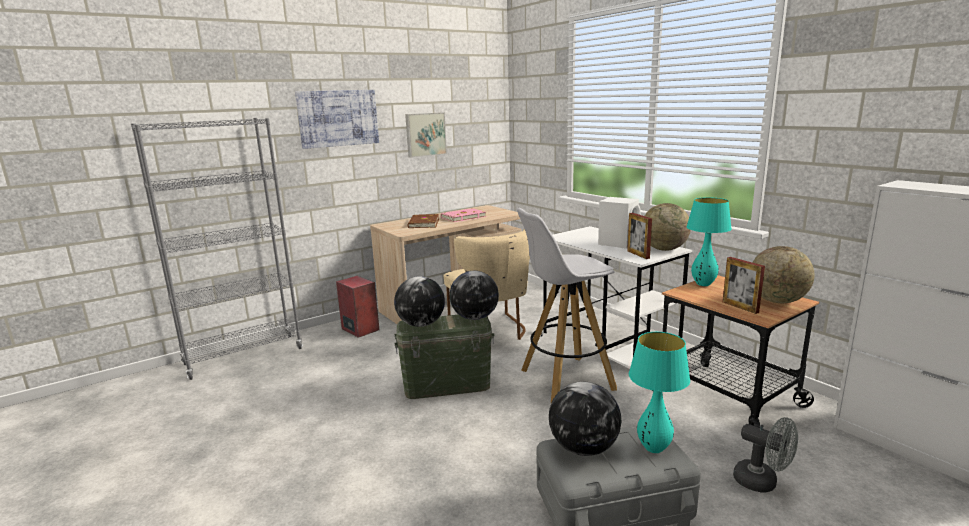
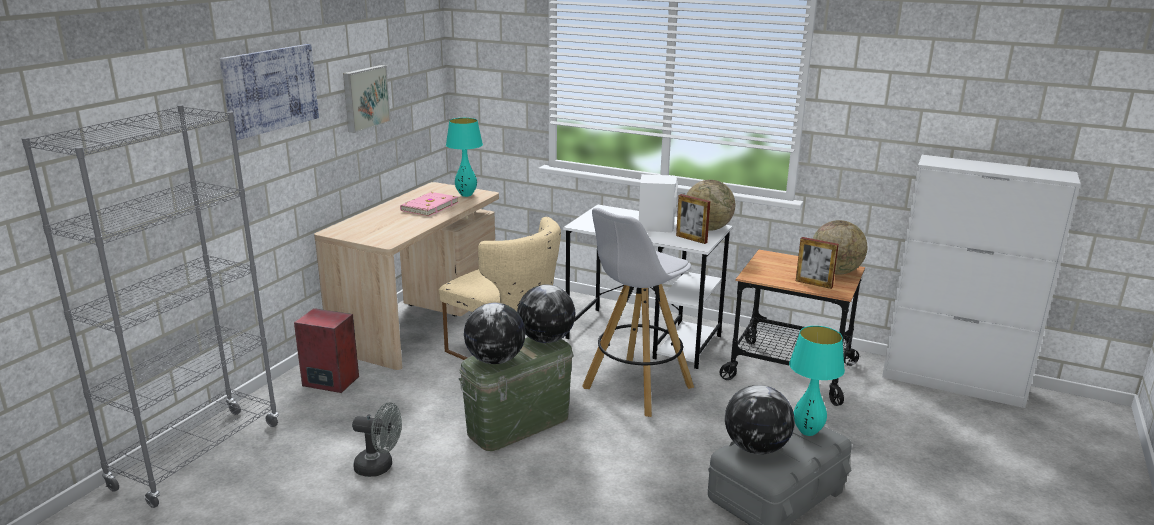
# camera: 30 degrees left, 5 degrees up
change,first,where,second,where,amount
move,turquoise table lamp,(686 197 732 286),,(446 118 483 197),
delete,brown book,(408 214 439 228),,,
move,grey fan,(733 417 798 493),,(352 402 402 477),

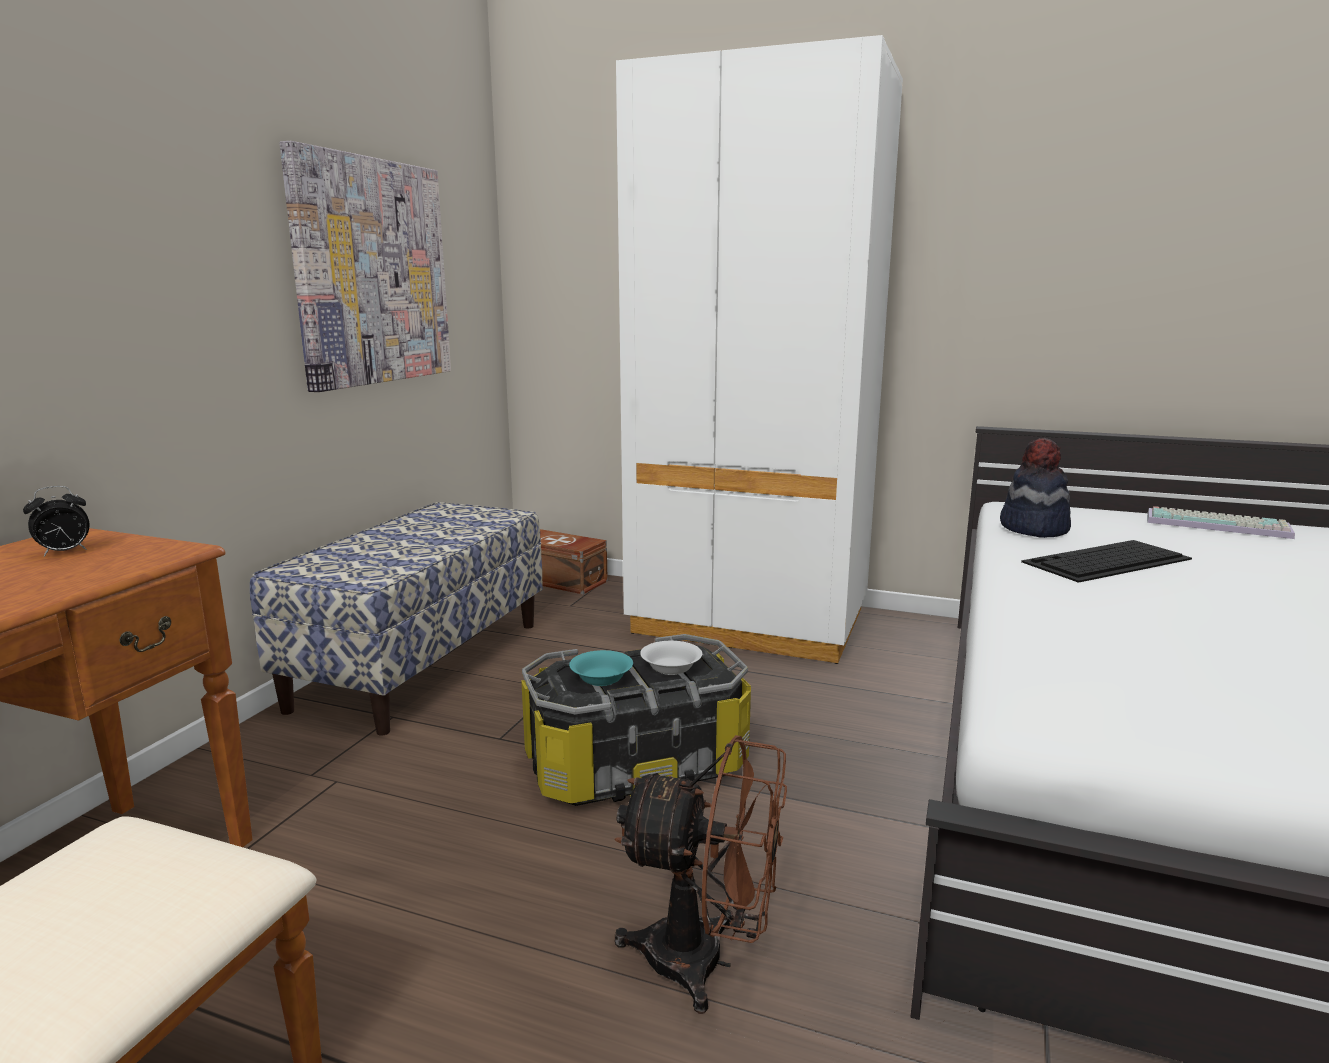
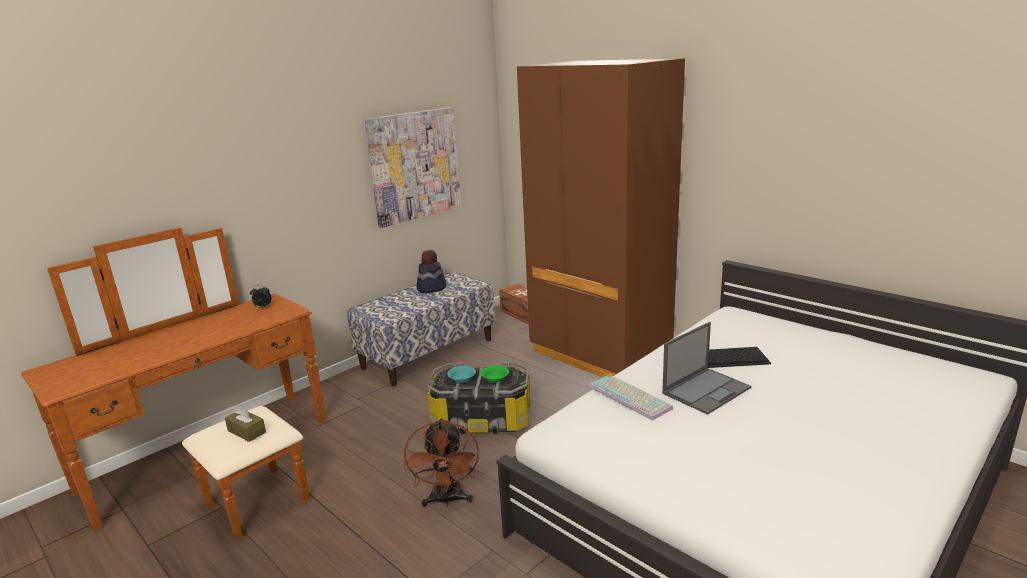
# camera: 25 degrees right, 5 degrees up
change,first,where,second,where,amount
recolor,white wardrobe,(616 35 903 664),brown wardrobe,(517 58 685 377),
move,hat,(1000 438 1071 538),,(417 250 446 293),
move,keyboard,(1147 506 1295 539),,(589 374 673 421),
recolor,white bowl,(640 641 702 675),green bowl,(481 365 509 383),
rotate,brown fan,(614 735 787 1014),,(404 418 479 507),45 degrees clockwise
insert,,,laptop,(662 322 752 415),
insert,,,brown tissue box,(225 405 266 442),

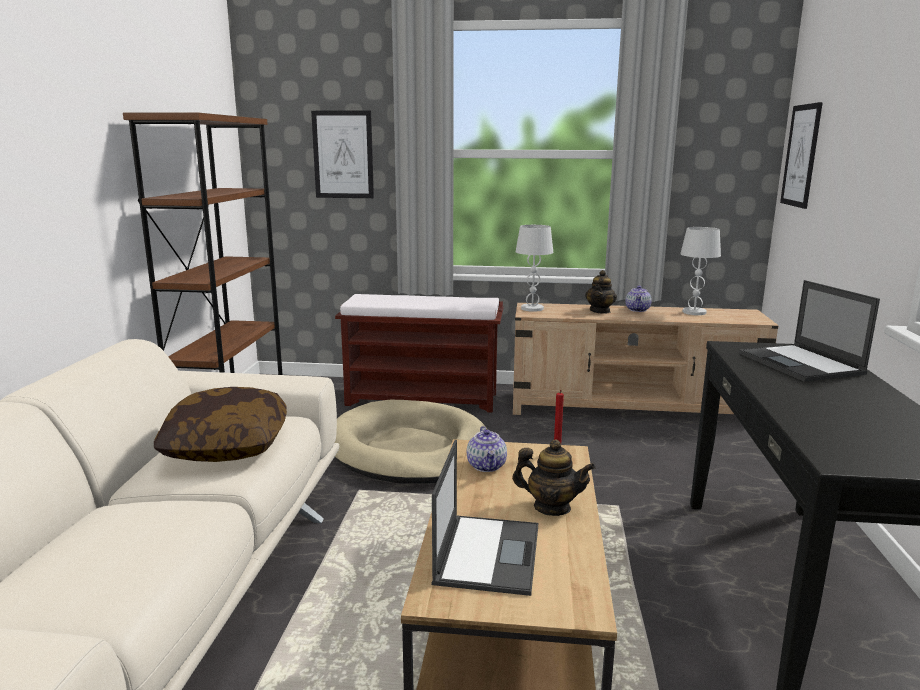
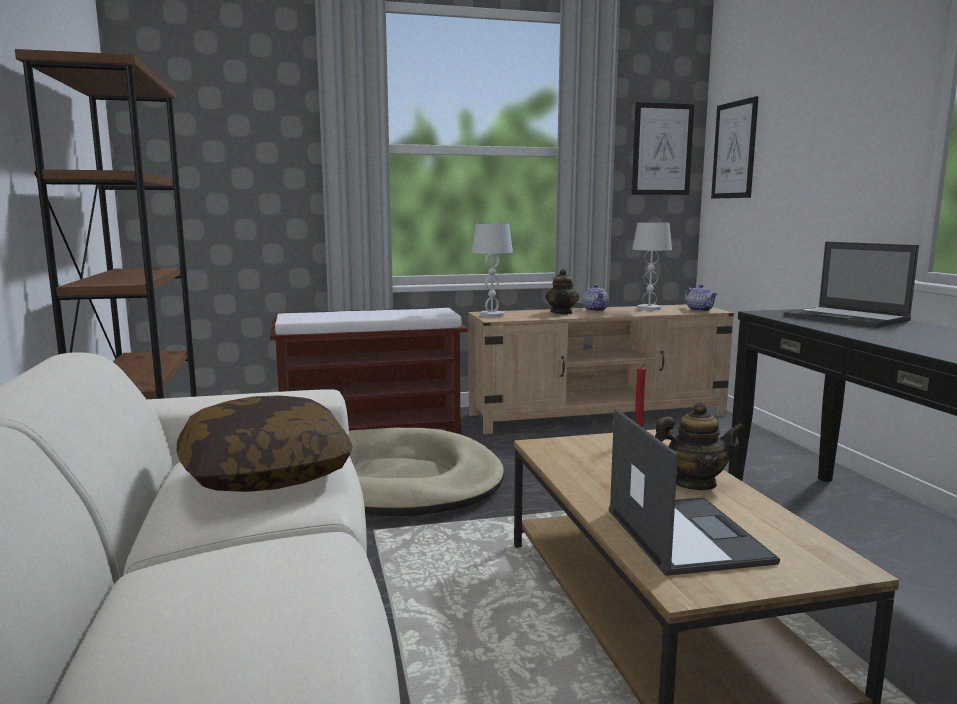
# camera: 20 degrees left, 5 degrees down
change,first,where,second,where,amount
move,picture,(311 111 374 198),,(632 102 694 195),
move,teapot,(467 426 507 472),,(684 284 718 312),

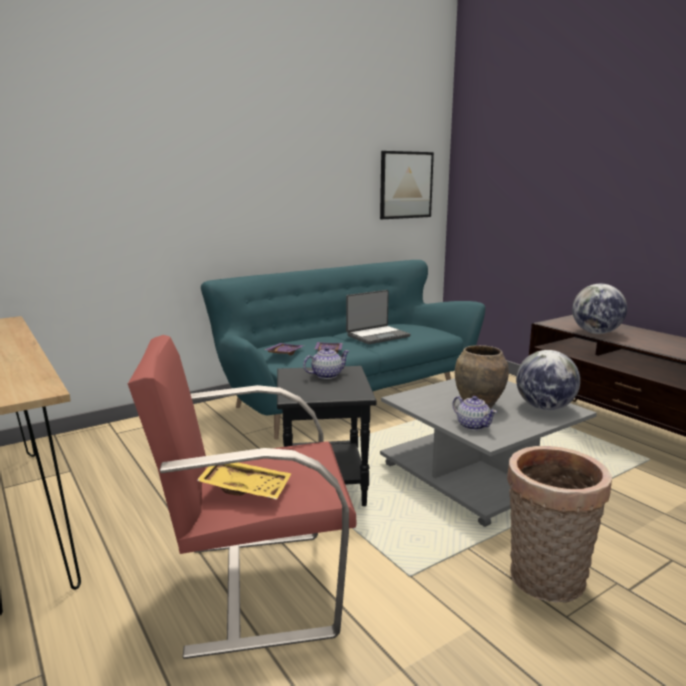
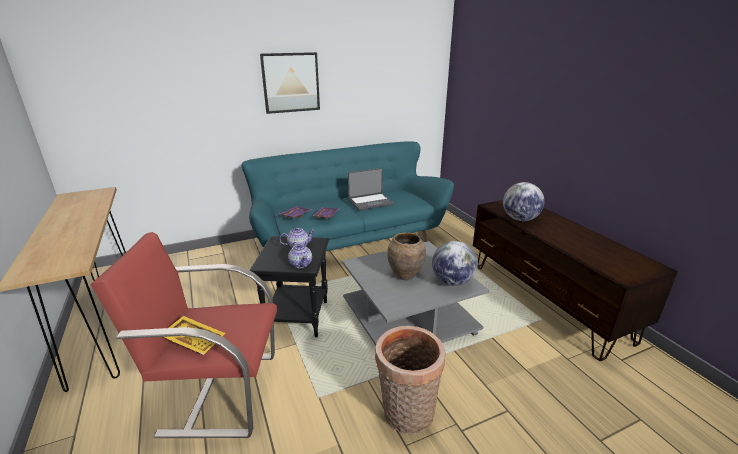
# camera: 10 degrees right, 10 degrees up
change,first,where,second,where,amount
move,picture,(380 151 434 219),,(260 52 320 114),
move,teapot,(452 396 497 431),,(288 242 312 268),

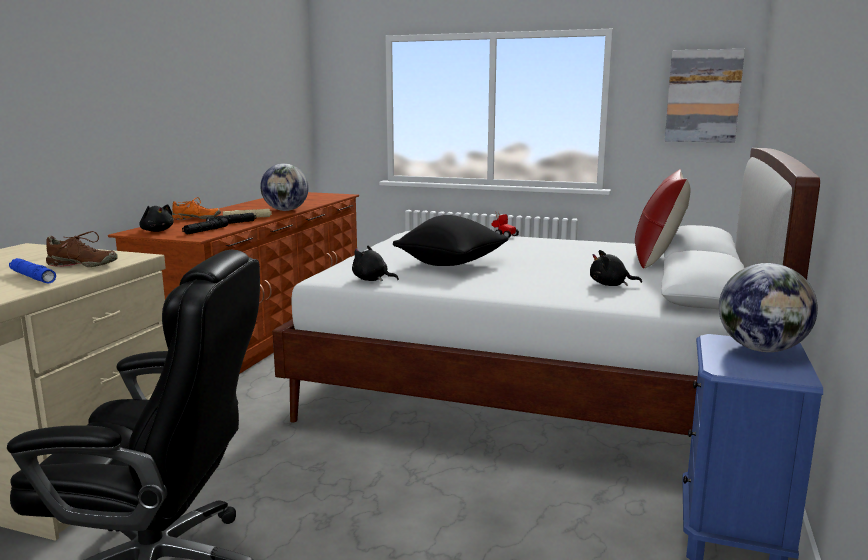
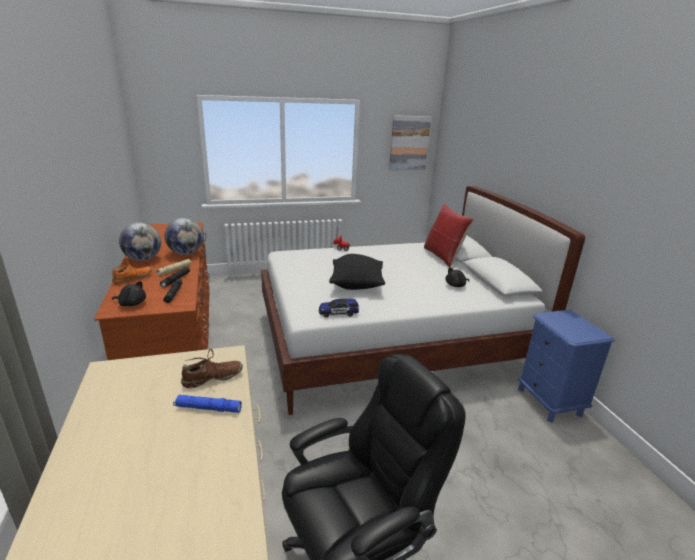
# camera: 35 degrees left, 10 degrees up
change,first,where,second,where,amount
replace,black plush toy,(352 245 399 281),toy car,(319 299 359 317),
move,globe,(719 263 818 352),,(119 223 161 261),

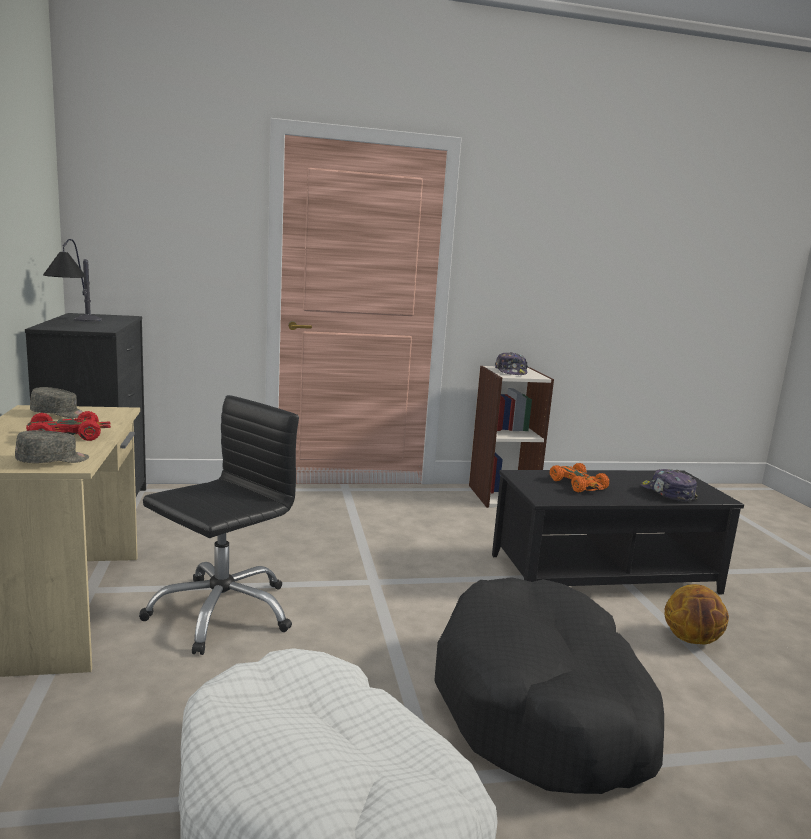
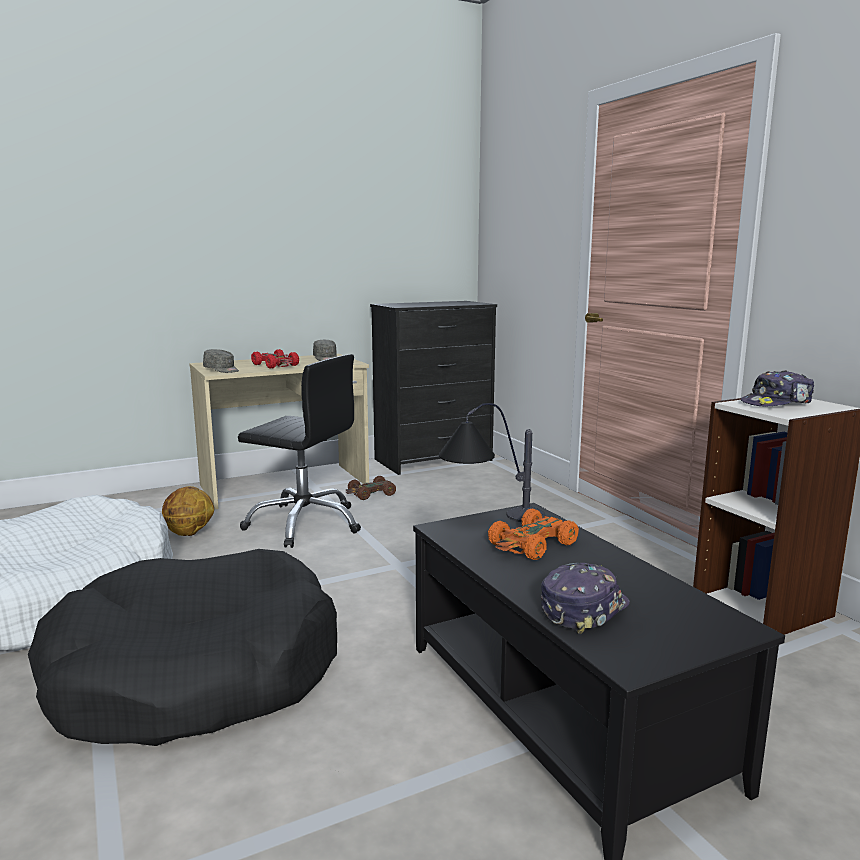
# camera: 75 degrees right, 0 degrees up
change,first,where,second,where,amount
move,table lamp,(43 239 102 322),,(439 403 545 522),
move,basketball,(665 584 729 644),,(162 486 214 536),
insert,,,brown toy car,(346 476 396 500),

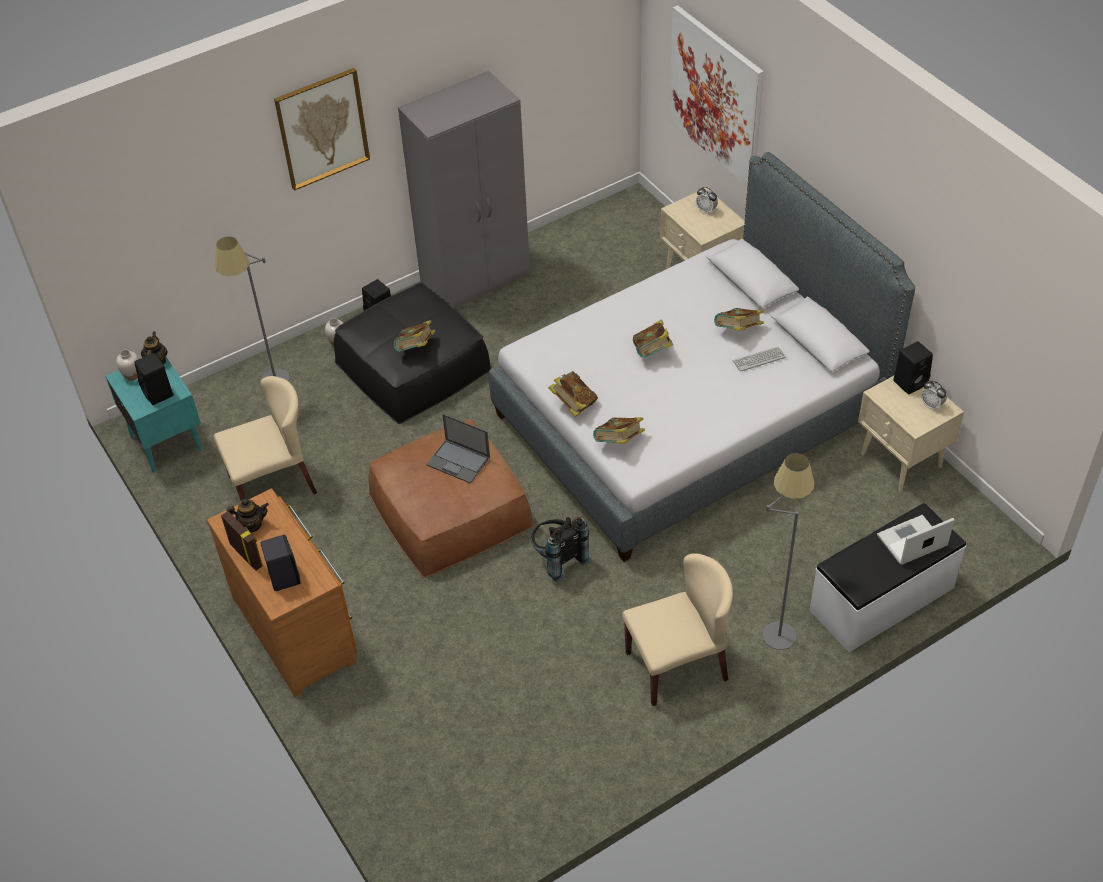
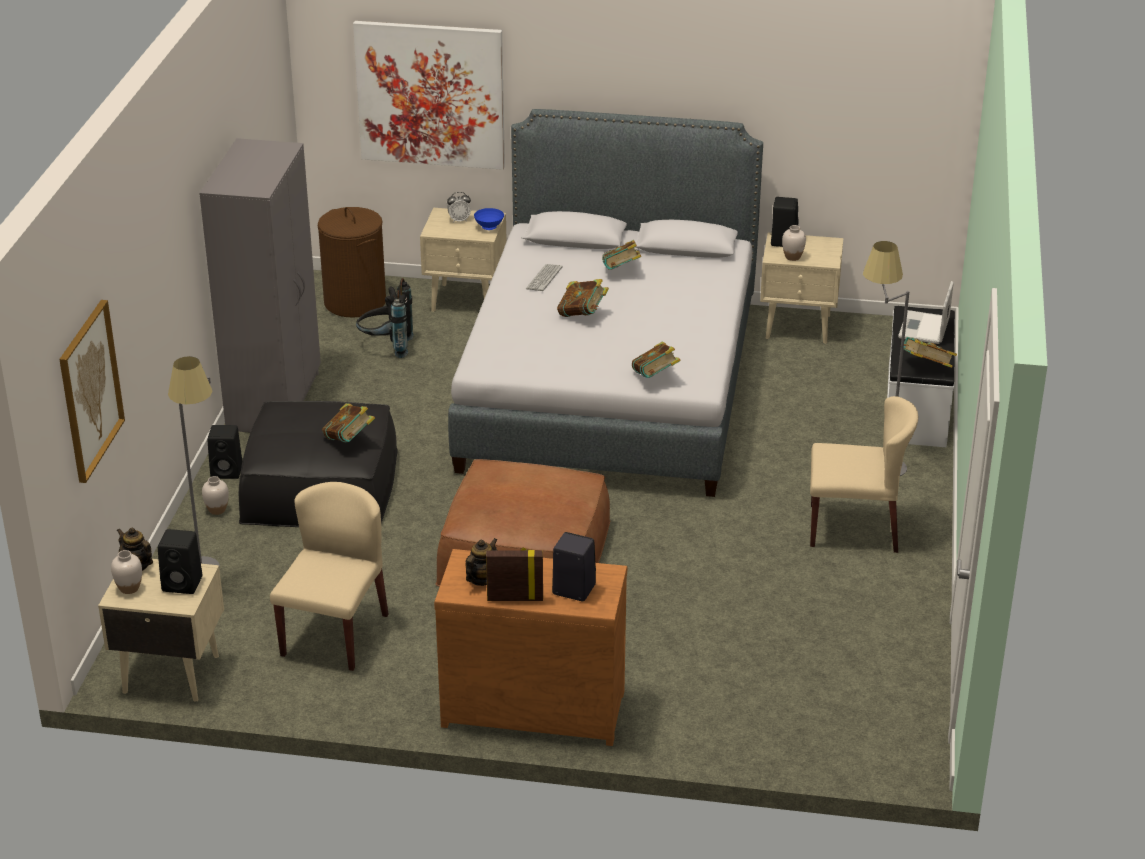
# camera: 50 degrees left, 15 degrees down
change,first,where,second,where,amount
move,picture,(274 68 370 191),,(59 300 125 483),
move,keyboard,(732 347 786 372),,(526 264 563 291),
recolor,turquoise nightstand,(105 357 203 473),beige nightstand,(98 559 224 702),
move,book,(548 371 598 417),,(900 337 957 368),
delete,alarm clock,(921 381 947 411),,,
delete,laptop,(426 414 490 484),,,
move,black backpack,(531 517 591 582),,(356 278 414 358),
rotate,beige chair,(622 553 733 706),,(810 396 918 553),75 degrees clockwise
insert,,,brown laundry basket,(318 207 386 318),
insert,,,blue bowl,(474 208 504 230),
insert,,,white vase,(782 225 806 261),

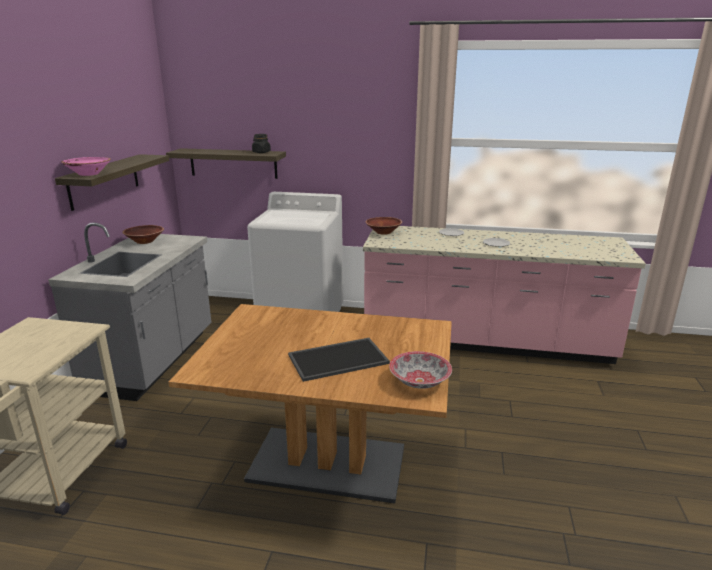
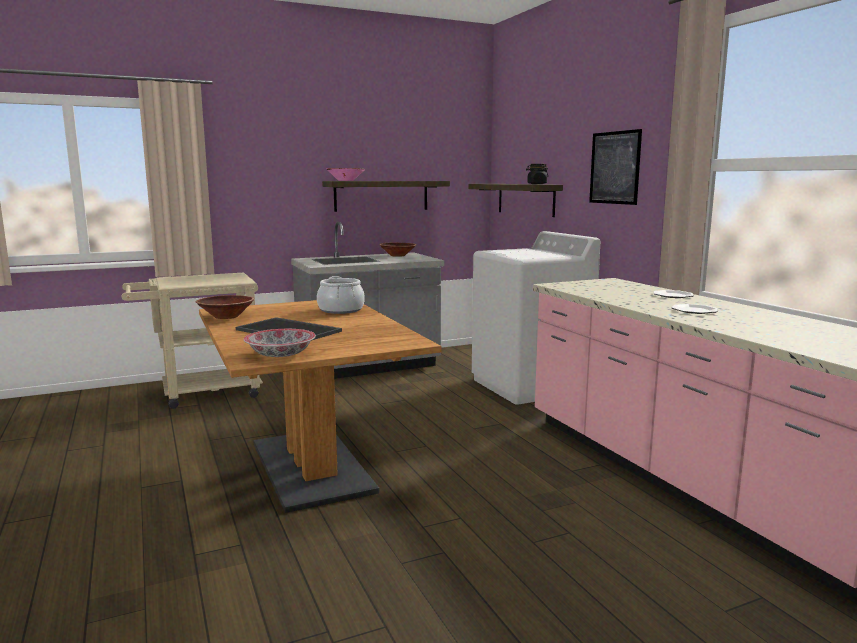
# camera: 55 degrees right, 10 degrees down
change,first,where,second,where,amount
move,brown bowl,(365 217 402 235),,(195 295 254 319),
insert,,,picture,(589 129 642 205),
insert,,,cooking pot,(317 276 365 314),

